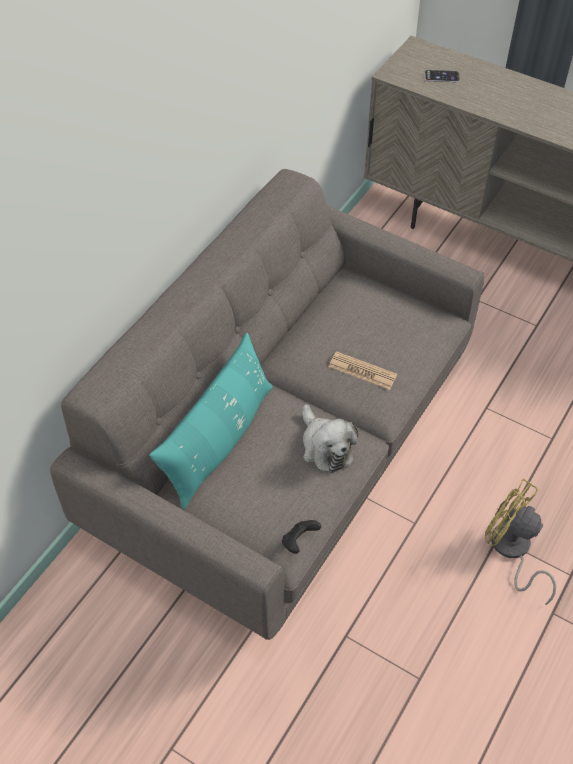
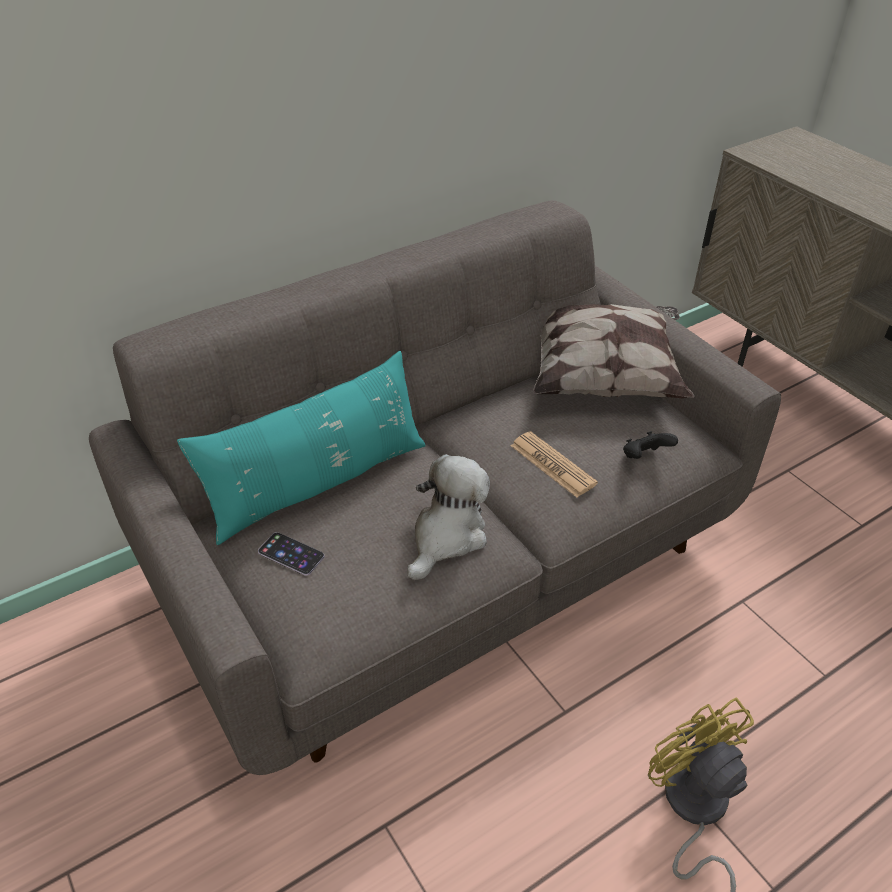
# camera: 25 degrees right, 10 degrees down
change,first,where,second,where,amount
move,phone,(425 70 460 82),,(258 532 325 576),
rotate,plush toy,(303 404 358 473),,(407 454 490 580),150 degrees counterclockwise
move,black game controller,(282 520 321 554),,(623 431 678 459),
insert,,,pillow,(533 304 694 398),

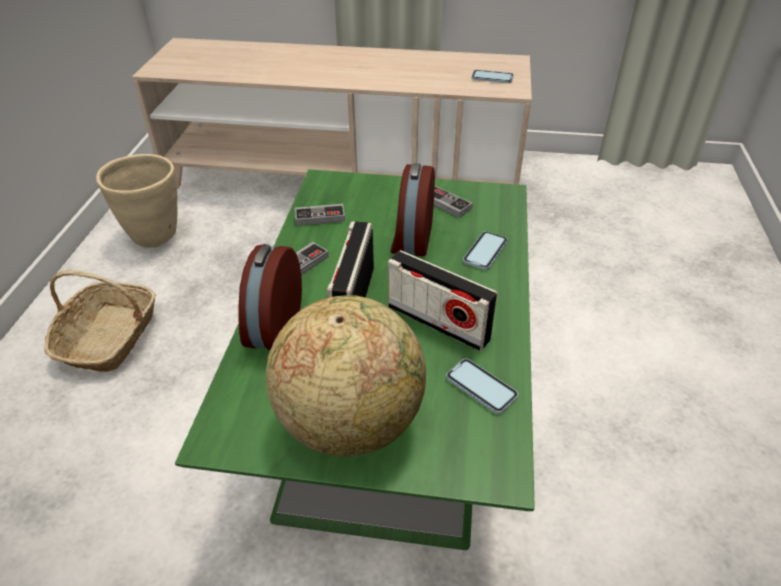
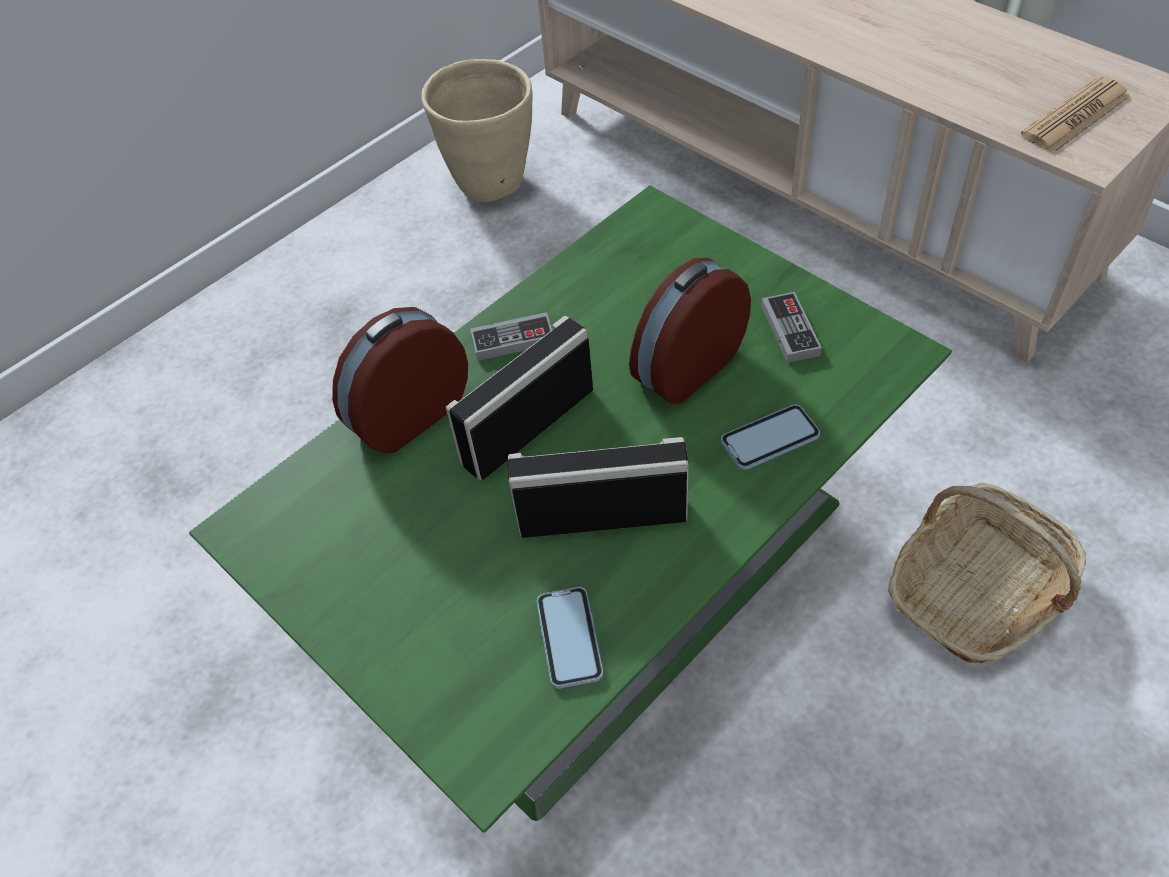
# camera: 40 degrees right, 10 degrees up
change,first,where,second,where,amount
replace,phone,(472 70 514 83),newspaper,(1020 76 1130 153),
delete,game controller,(295 204 345 226),,,
rotate,radio,(388 250 498 351),,(508 437 688 538),105 degrees clockwise
move,basket,(44 270 156 372),,(888 483 1086 663),
delete,globe,(266 295 426 457),,,

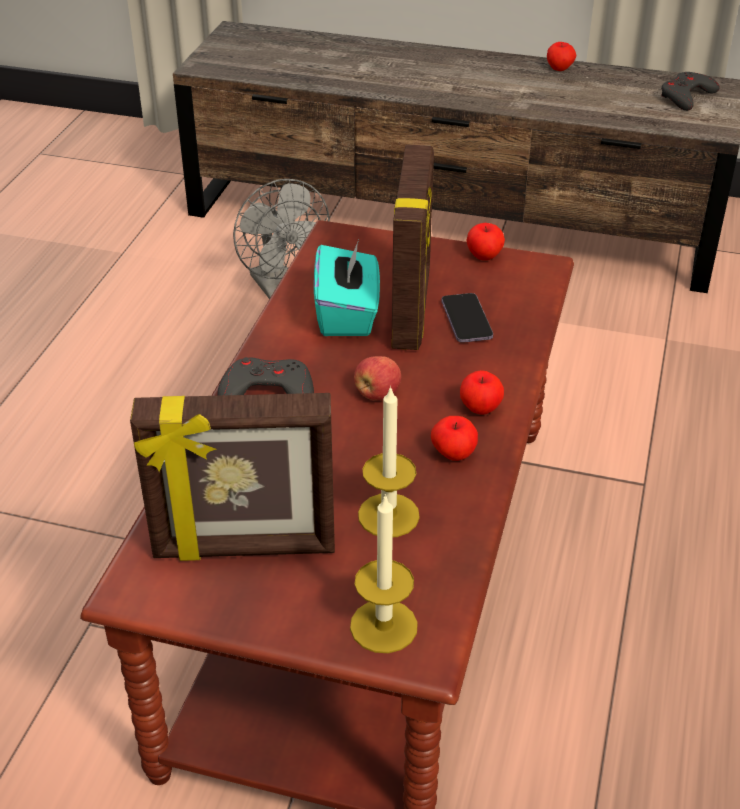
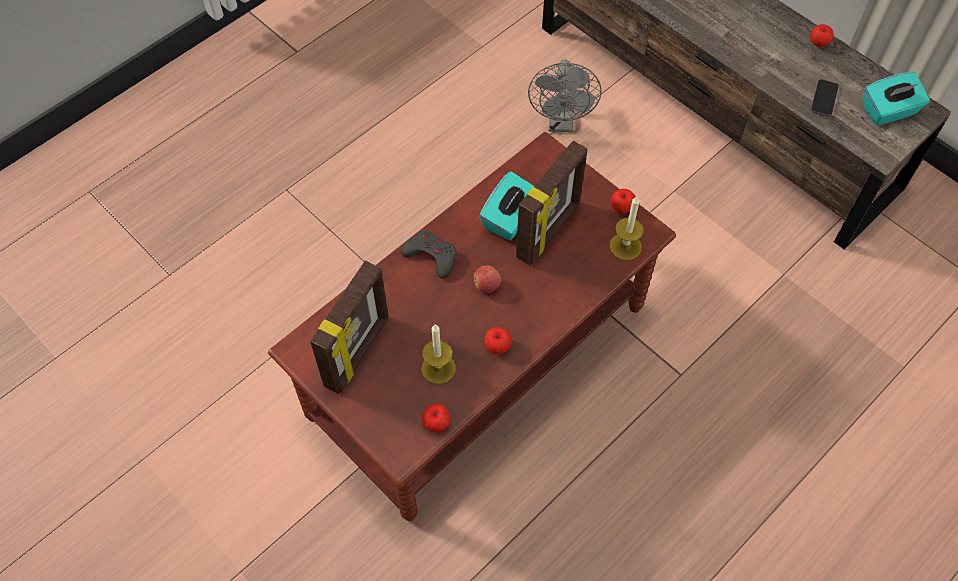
# camera: 30 degrees right, 20 degrees up
change,first,where,second,where,amount
replace,grey game controller,(661 72 720 111),turquoise tissue box,(863 72 930 126),
move,phone,(442 293 493 343),,(811 79 839 116),
move,apple,(460 370 504 415),,(422 403 450 432),
rotate,picture frame,(130 393 335 561),,(310 261 389 394),90 degrees counterclockwise
move,candle,(350 494 418 653),,(609 196 644 260),

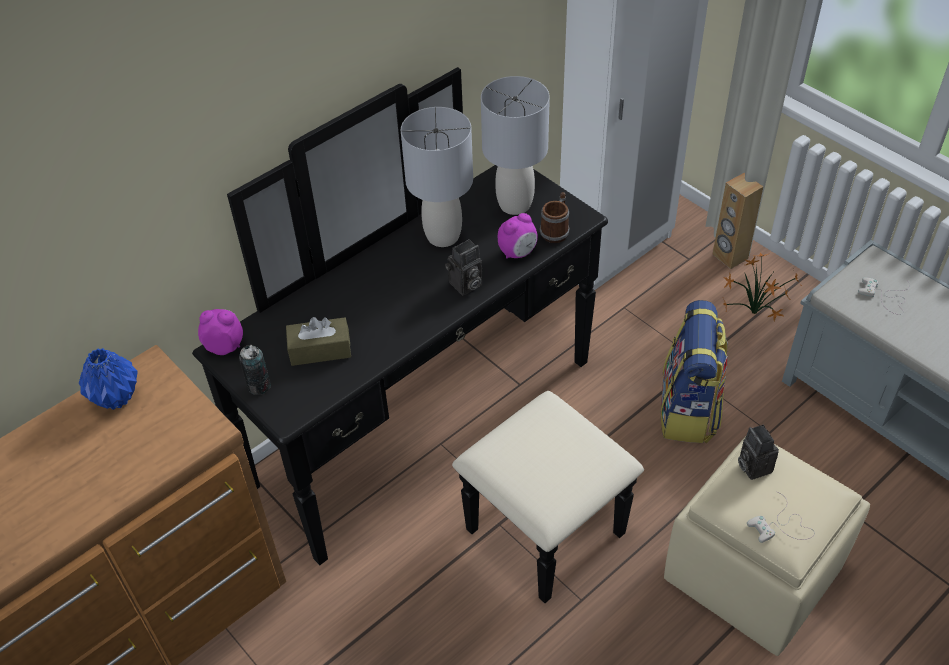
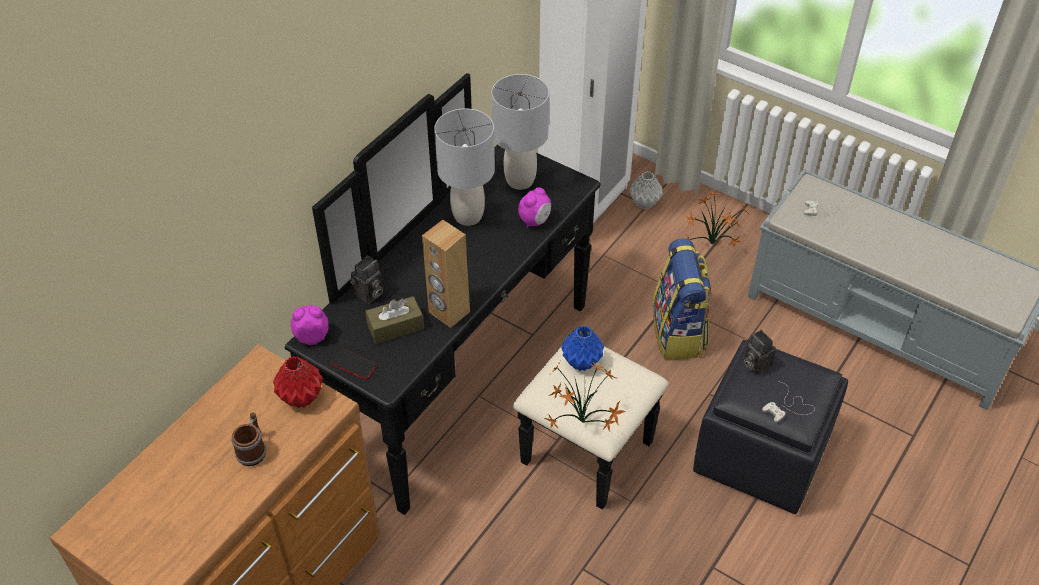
# camera: 15 degrees left, 0 degrees up
change,first,where,second,where,amount
move,brown speaker,(712 173 763 269),,(422 220 470 328),
move,mug,(540 192 570 243),,(231 412 266 466),
move,photo camera,(445 239 482 295),,(349 255 383 304),
replace,can,(239 345 271 395),phone,(331 349 377 380),
move,blue vase,(79 348 138 410),,(561 326 604 371),
recolor,beige ottoman,(664 436 870 656),black ottoman,(693 339 848 514),
insert,,,grey vase,(629 172 663 209),
insert,,,red vase,(273 356 323 408),
insert,,,potted plant,(544 361 626 431),

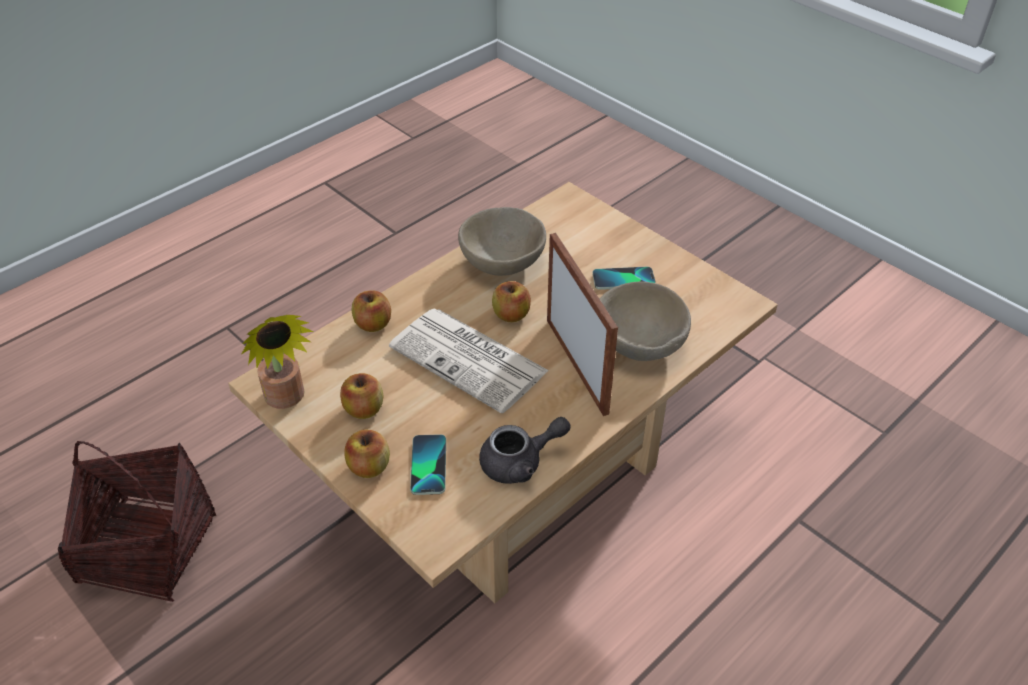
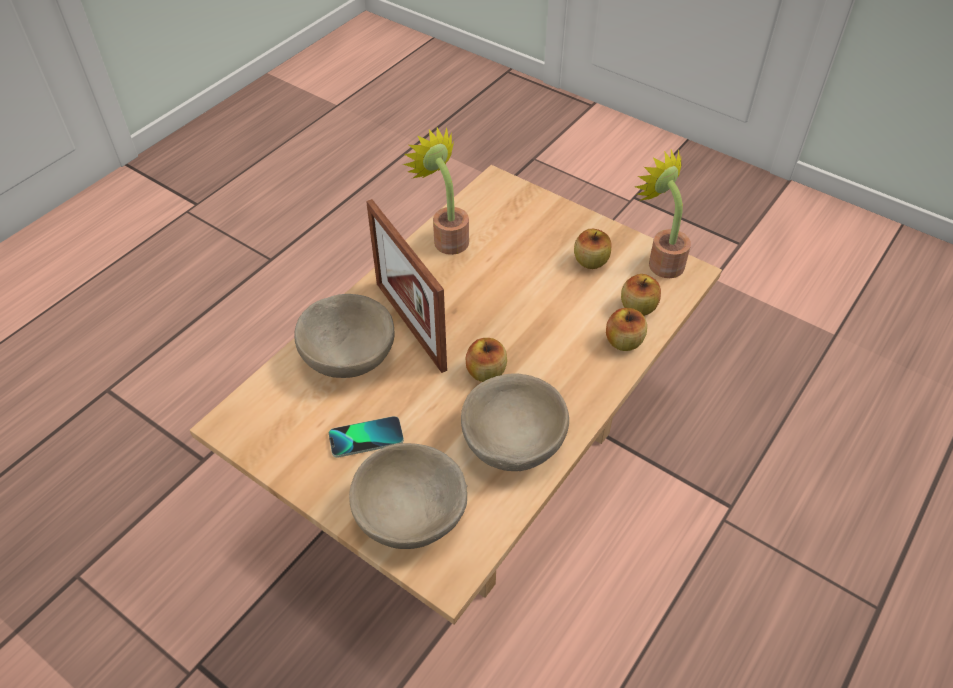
# camera: 170 degrees right, 5 degrees up
change,first,where,second,where,amount
delete,newspaper,(389 308 549 413),,,
replace,grey teapot,(479 417 570 484),potted plant,(403 127 469 255),
move,apple,(344 429 390 478),,(621 274 661 316),
delete,phone,(410 434 446 495),,,
delete,basket,(58 441 216 602),,,
insert,,,beige bowl,(349 443 467 549),

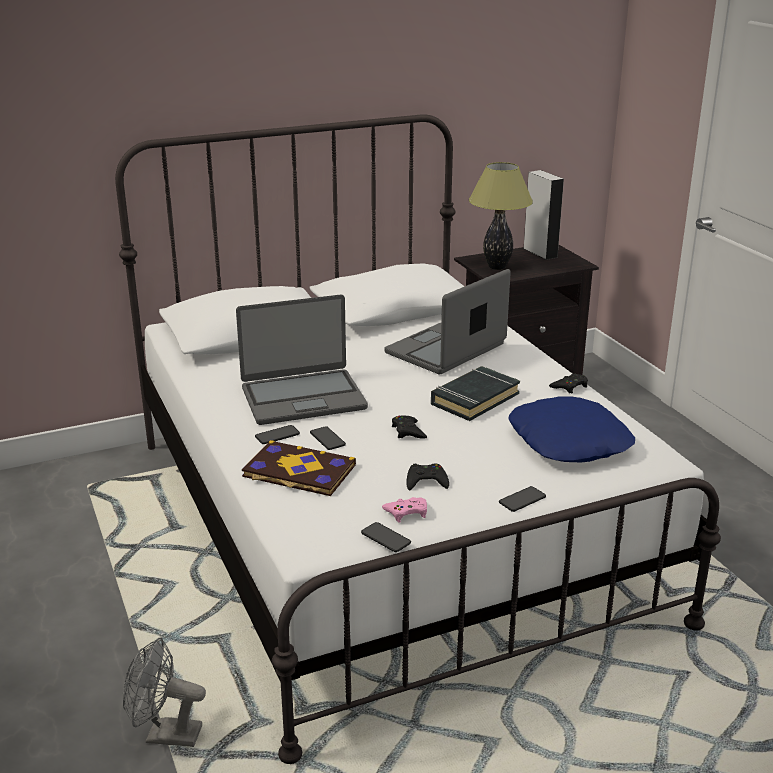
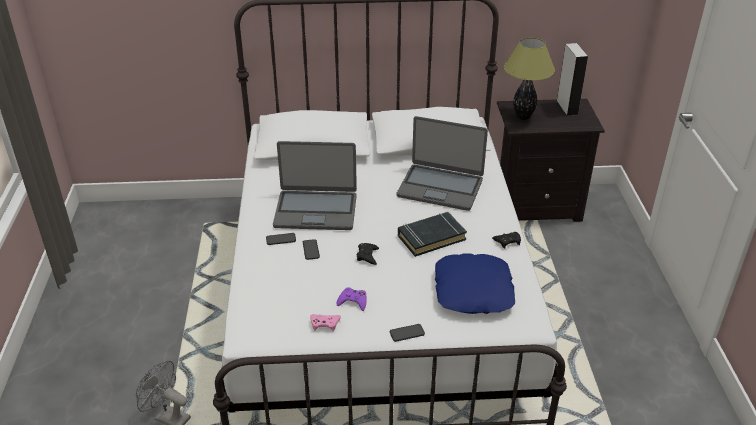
# camera: 20 degrees right, 10 degrees up
change,first,where,second,where,amount
rotate,laptop,(385 269 511 375),,(397 116 488 211),135 degrees counterclockwise
delete,book,(242 440 356 496),,,
recolor,black game controller,(406 464 449 490),purple game controller,(336 287 367 311),
delete,phone,(361 522 411 552),,,

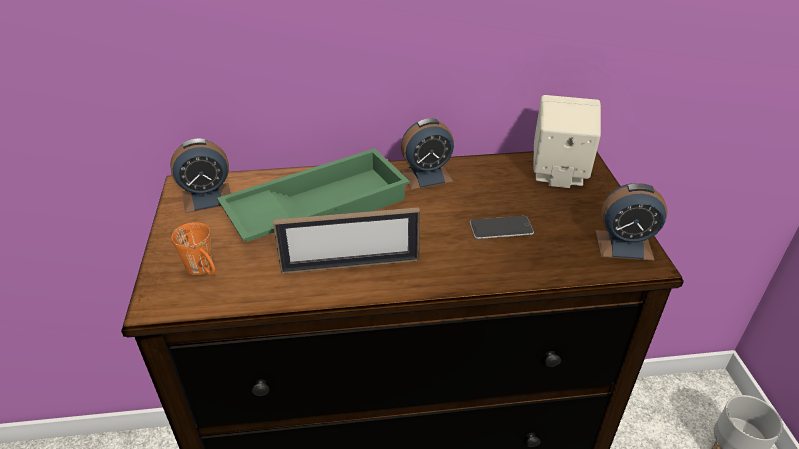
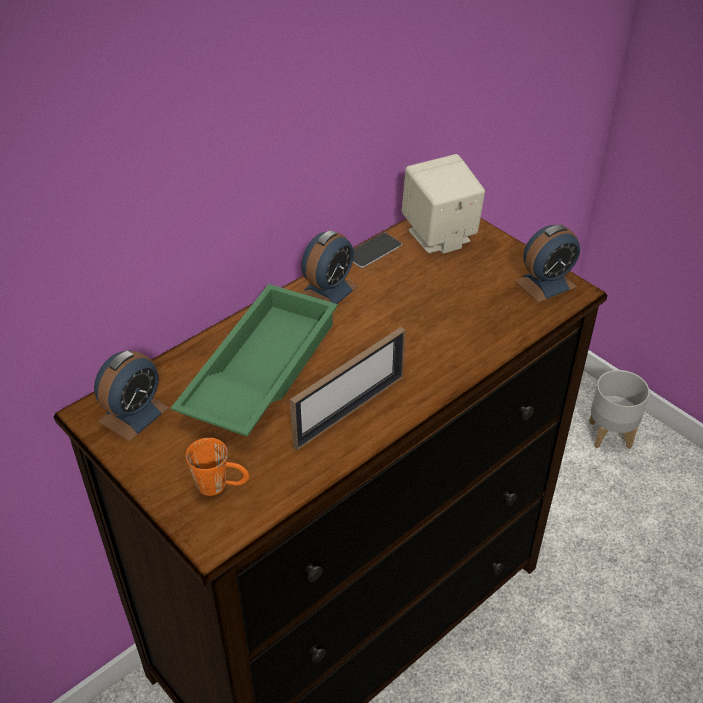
# camera: 35 degrees left, 5 degrees up
change,first,where,second,where,amount
move,phone,(470 216 534 239),,(353 233 402 268),

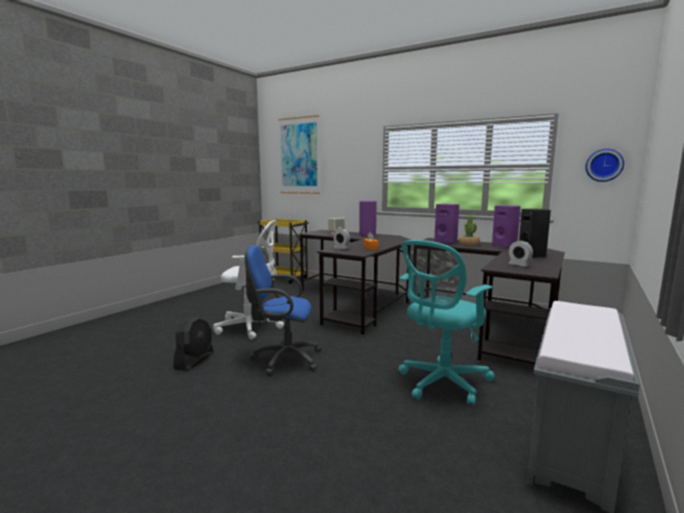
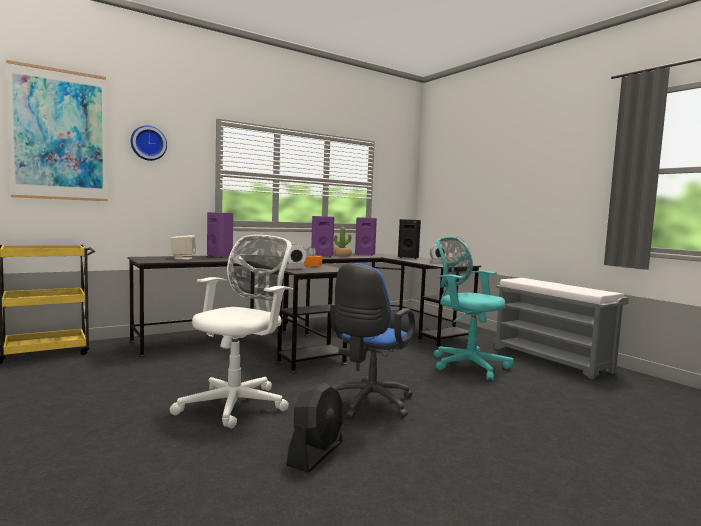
# camera: 65 degrees left, 5 degrees down
change,first,where,second,where,amount
move,wall clock,(586 149 624 182),,(131 125 167 161),
rotate,turquoise office chair,(398 240 495 406),,(434 237 514 381),150 degrees clockwise
rotate,black fan,(173 316 214 371),,(287 383 344 472),75 degrees clockwise

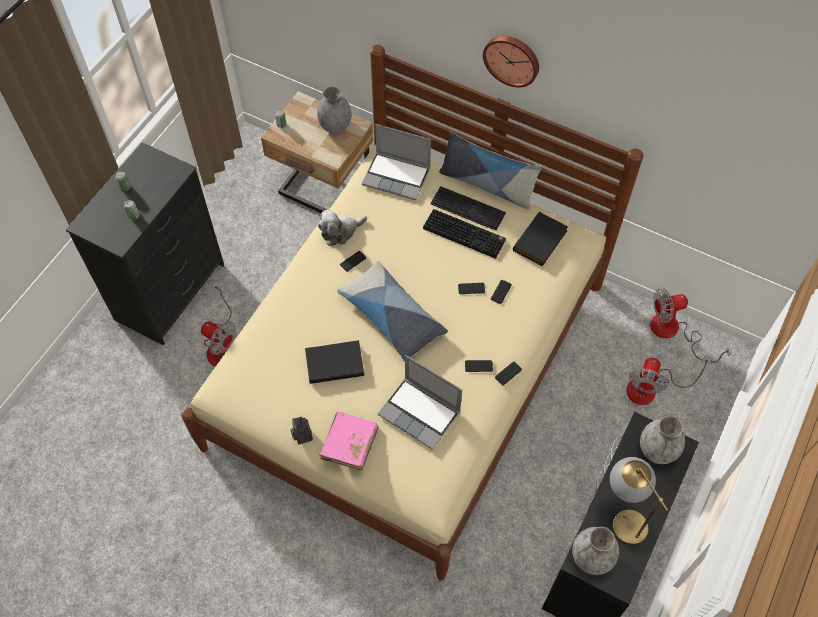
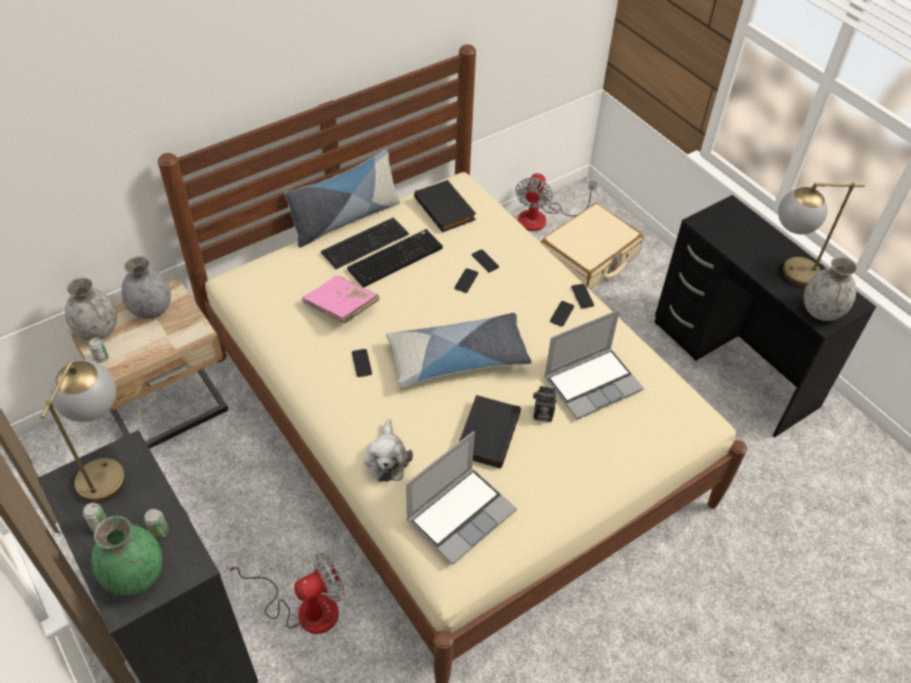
# camera: 65 degrees left, 10 degrees down
change,first,where,second,where,amount
delete,wall clock,(483 36 539 87),,,
move,laptop,(362 124 431 200),,(406 431 517 565),
move,plush toy,(318 209 367 246),,(364 419 413 482),
replace,fan,(626 356 712 405),beige suitcase,(541 203 643 290),
move,pink book,(320 411 379 471),,(302 276 380 323),
move,grey vase,(640 416 685 464),,(65 277 117 341),
move,photo camera,(290 417 313 444),,(533 386 556 422),
insert,,,table lamp,(41 360 126 503),
insert,,,green vase,(91 516 162 596),

